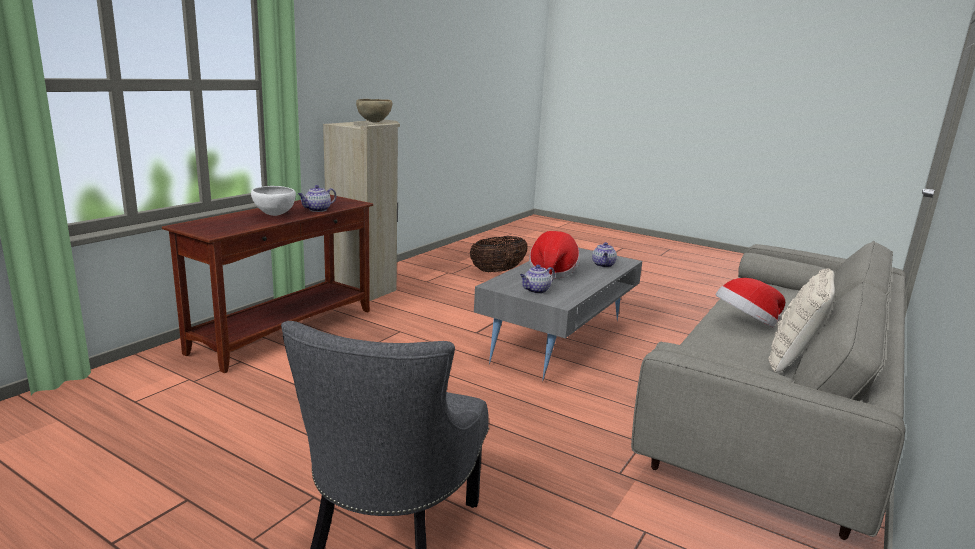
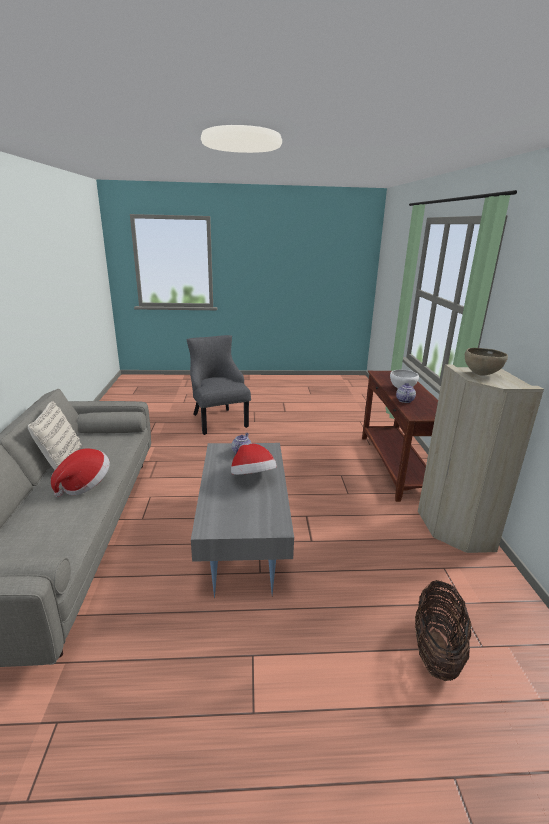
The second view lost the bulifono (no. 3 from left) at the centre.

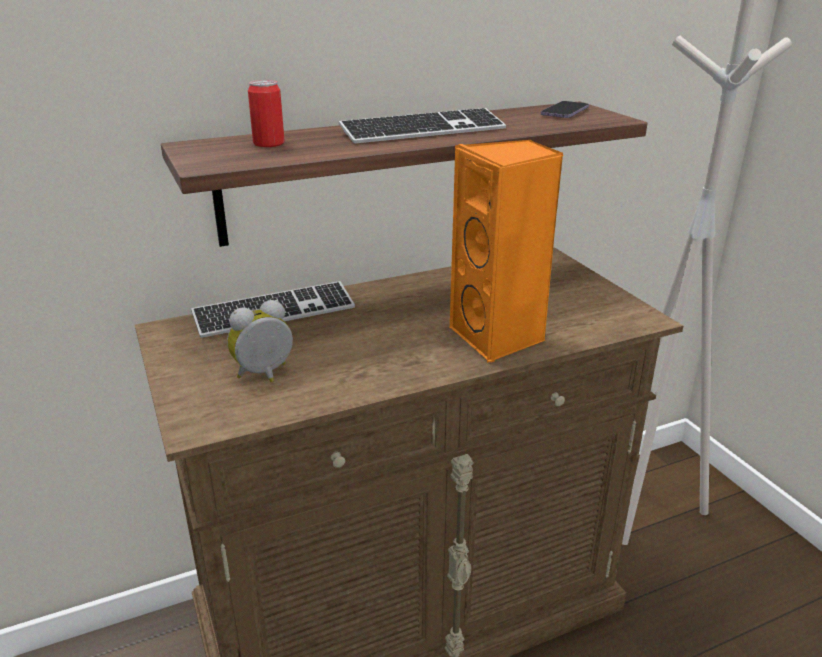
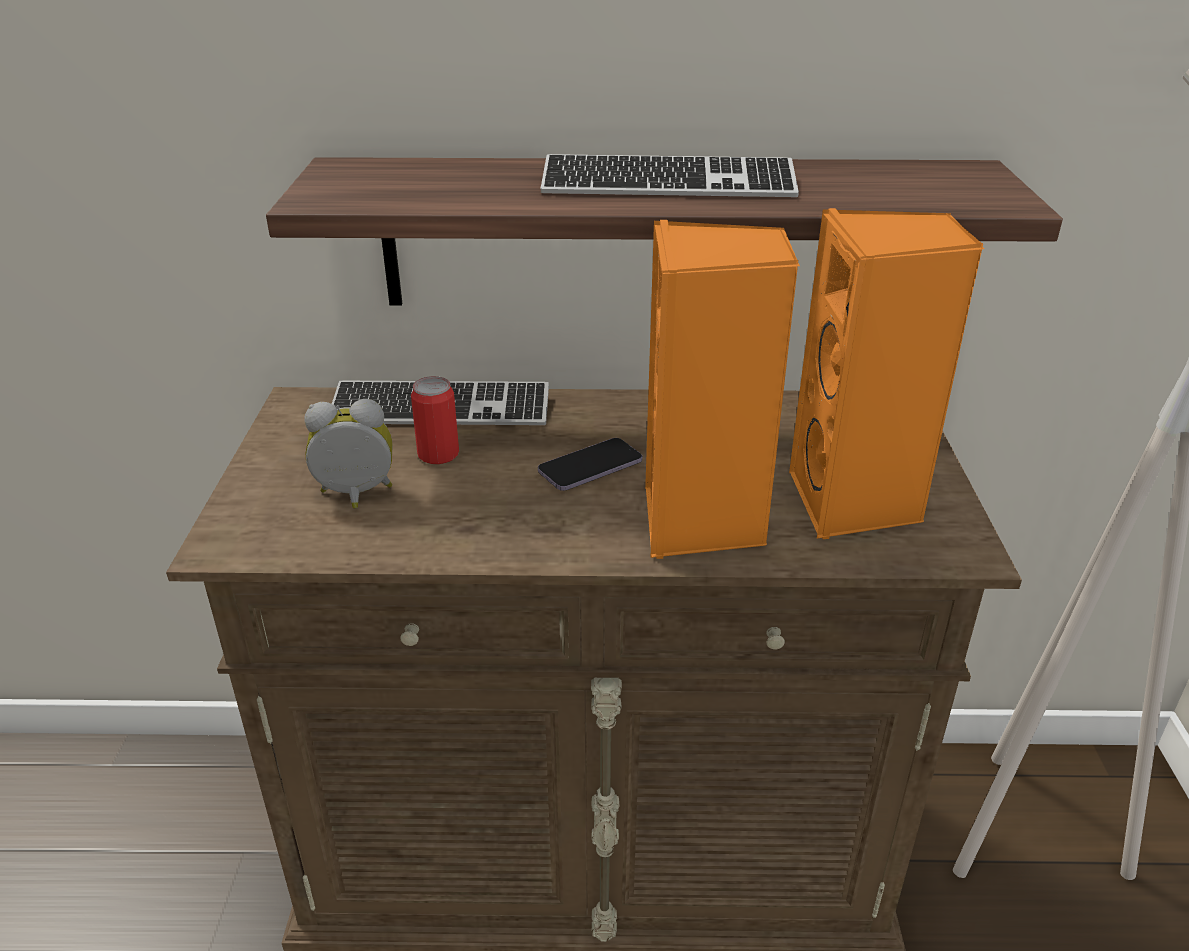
The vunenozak ended up elsewhere, having gone from the top left to the centre. The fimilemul ended up elsewhere, having gone from the top right to the centre. The second view gained the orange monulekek (no. 2 from left) at the middle right.

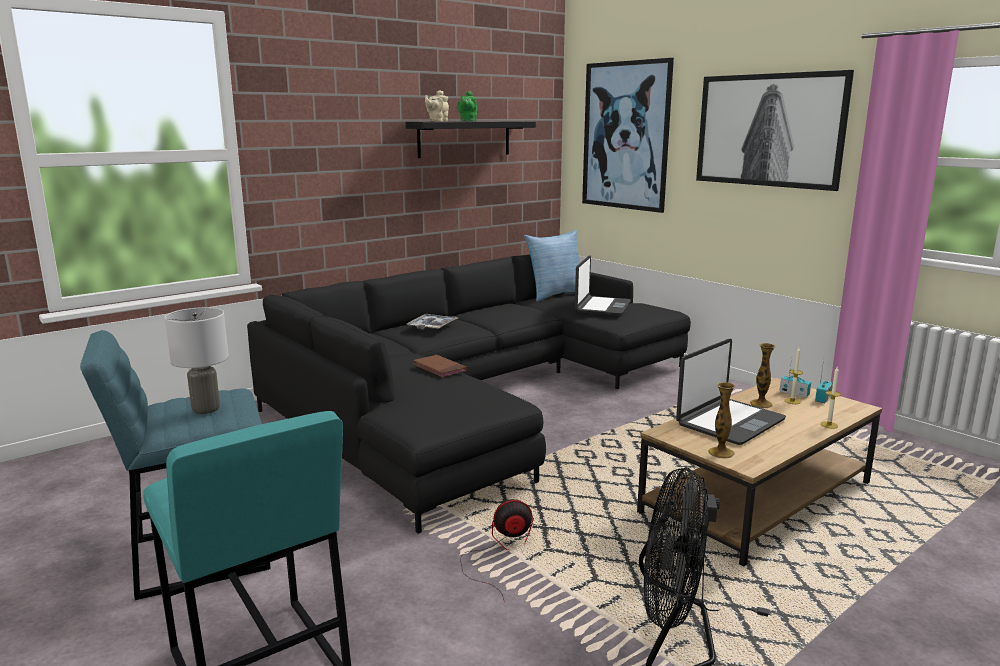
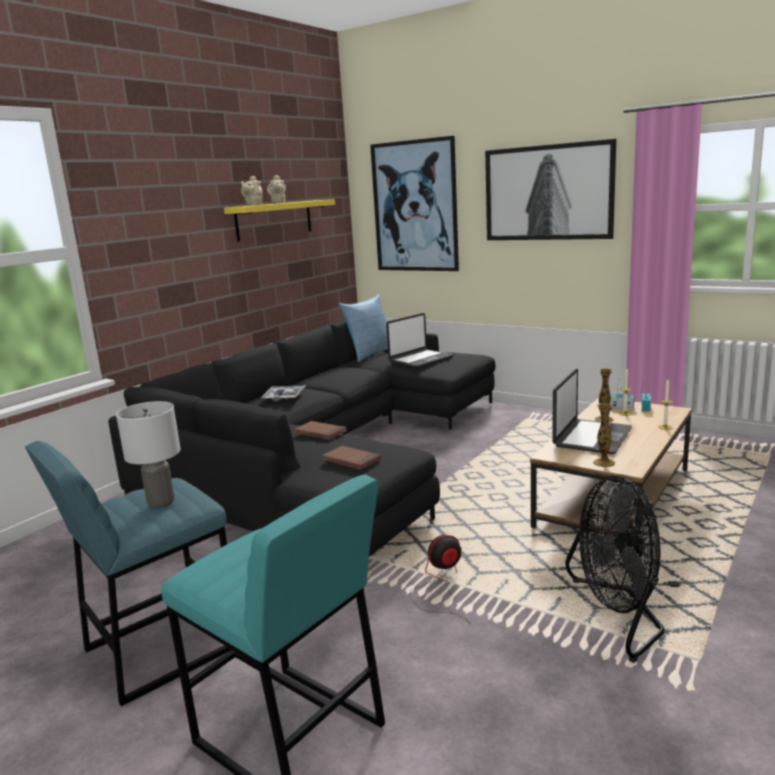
What was the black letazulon at the top centre turned into the yellow letazulon at the top centre. What was the green bulifono at the top centre turned into the beige bulifono (no. 2 from left) at the top centre. The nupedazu (no. 1 from left) at the centre ended up facing another way, 45 degrees clockwise from before. The second view gained the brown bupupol (no. 2 from left) at the centre.

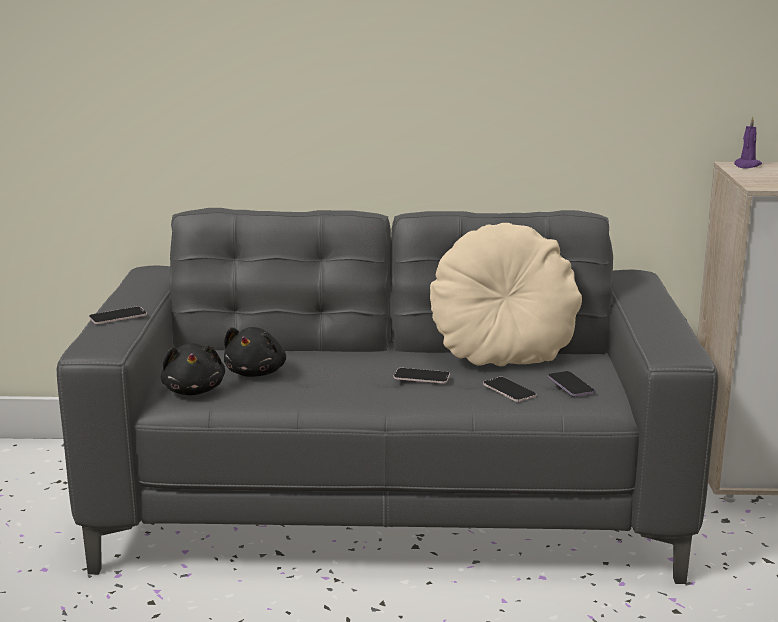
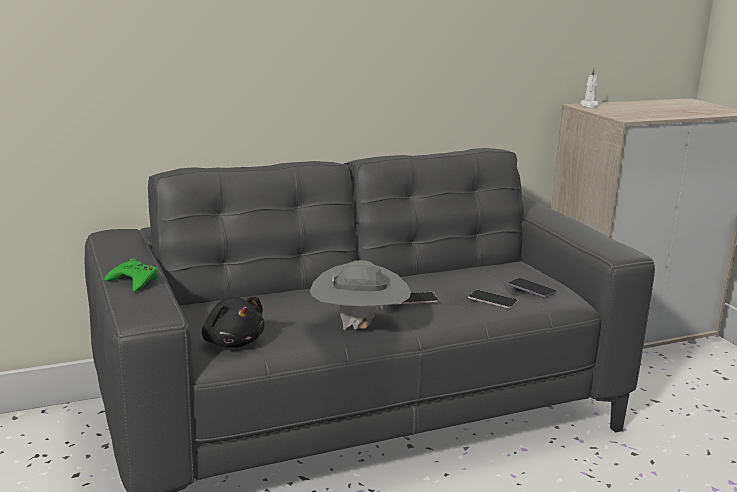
Where the fimilemul (no. 1 from left) stood at the middle left, the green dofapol came to stand at the middle left. The second view lost the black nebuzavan (no. 2 from left) at the middle left. The second view lost the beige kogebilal at the centre. What was the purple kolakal at the top right turned into the white kolakal at the top right. The second view gained the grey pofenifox at the centre.

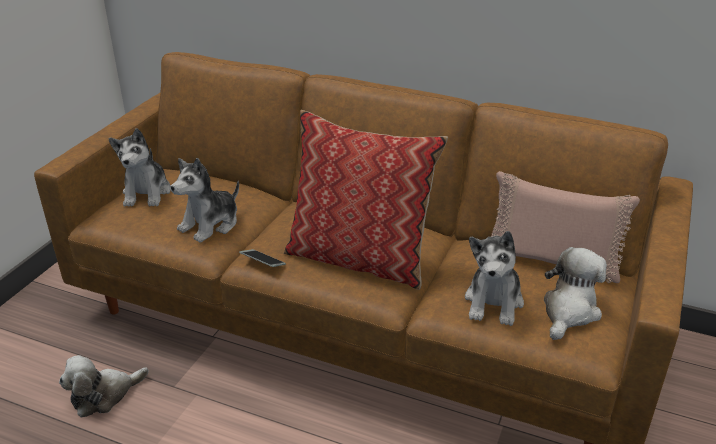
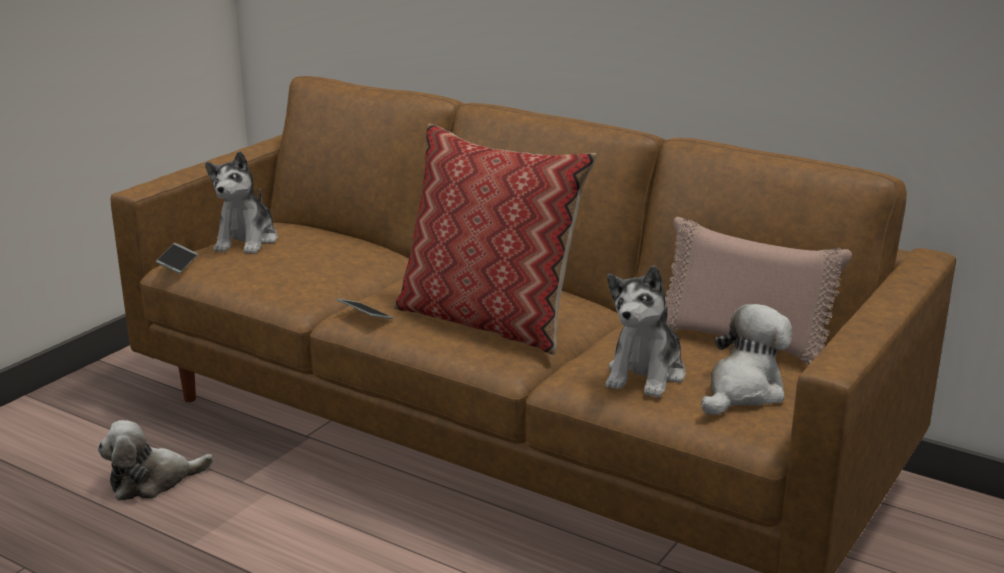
The second view lost the nebuzavan (no. 3 from left) at the middle left. The second view gained the fimilemul (no. 1 from left) at the middle left.

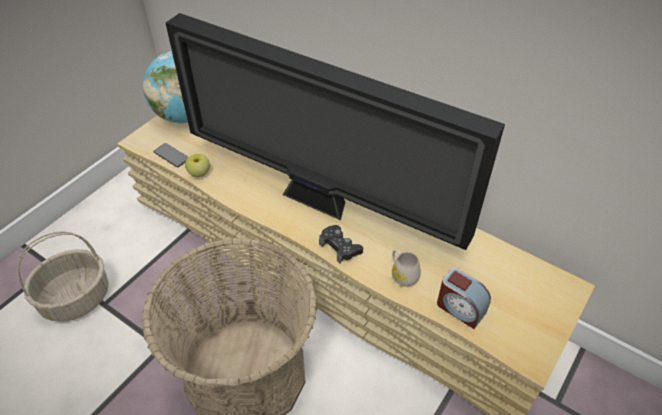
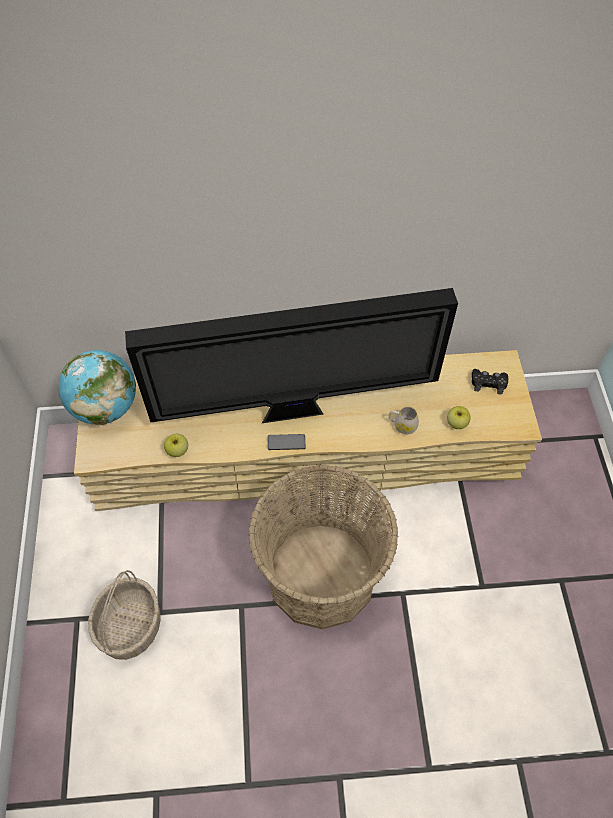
The fimilemul ended up elsewhere, having gone from the middle left to the centre. The black dofapol ended up elsewhere, having gone from the centre to the middle right. Where the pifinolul stood at the bottom right, the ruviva (no. 2 from left) came to stand at the middle right.

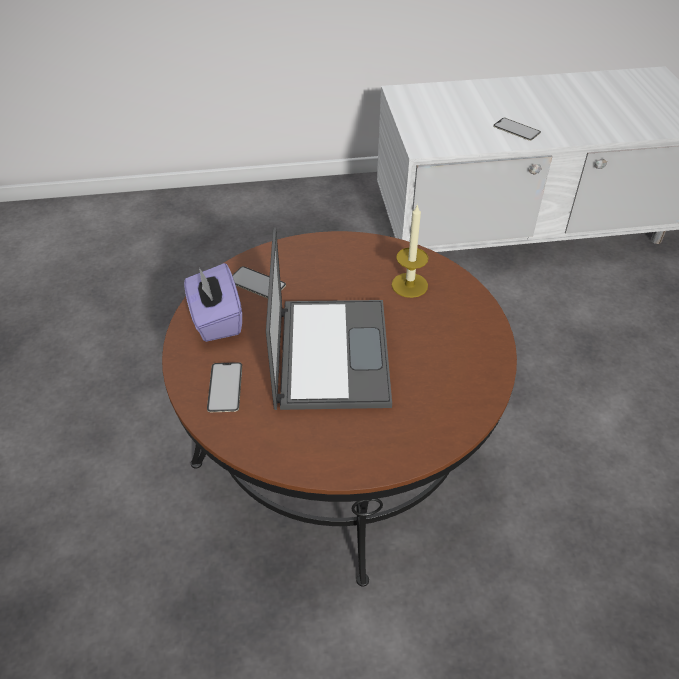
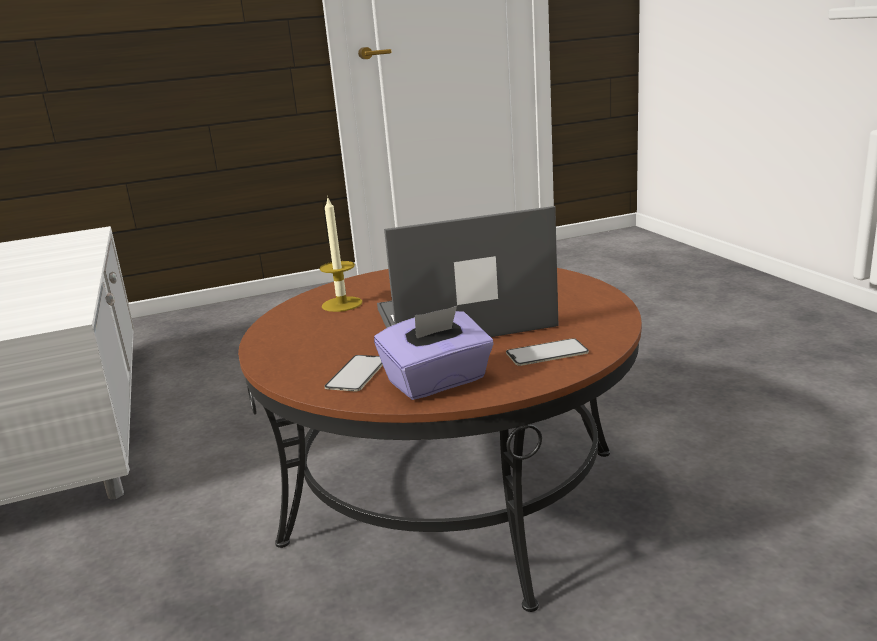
The second view lost the fimilemul (no. 3 from left) at the top right.

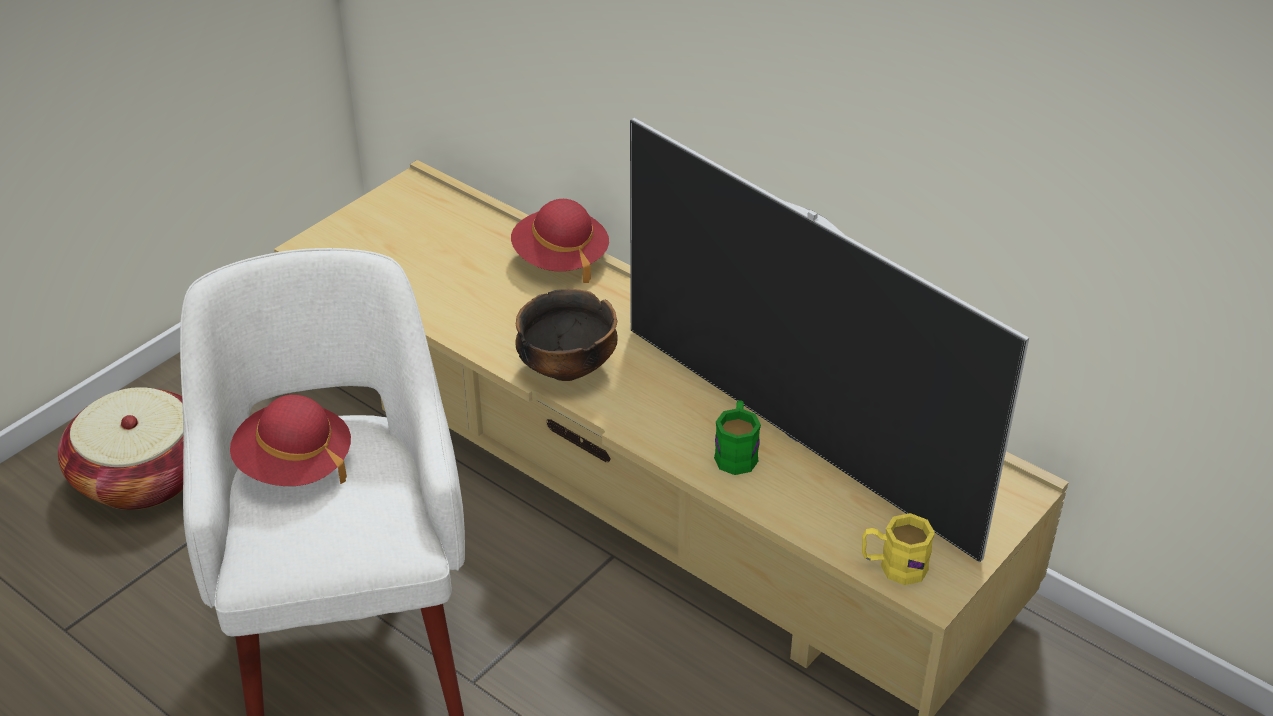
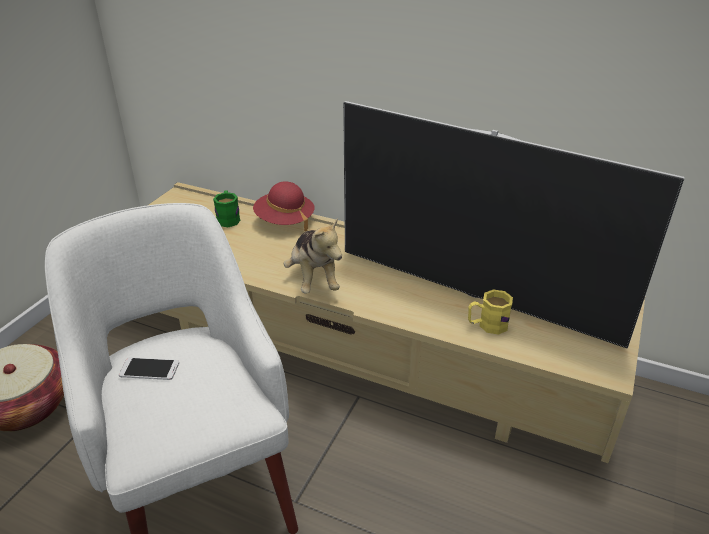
Where the red pofenifox (no. 1 from left) stood at the middle left, the fimilemul came to stand at the bottom left. Where the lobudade stood at the centre, the nebuzavan came to stand at the centre. The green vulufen ended up elsewhere, having gone from the centre to the middle left. The yellow vulufen ended up elsewhere, having gone from the bottom right to the middle right.

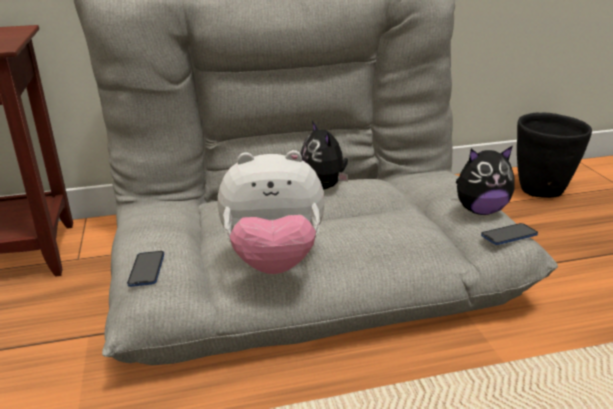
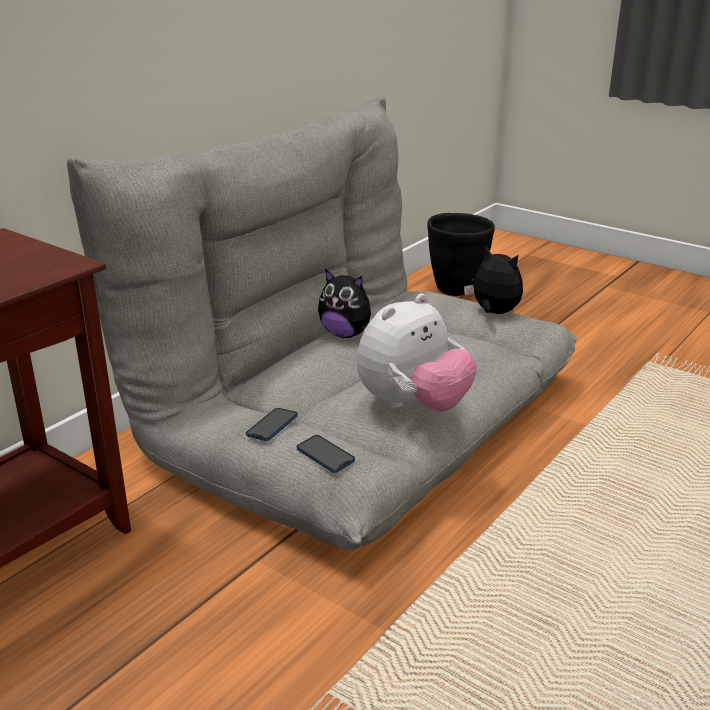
The nebuzavan (no. 3 from left) at the middle right ended up facing another way, 90 degrees counterclockwise from before. The fimilemul (no. 2 from left in the first image) ended up elsewhere, having gone from the middle right to the centre.

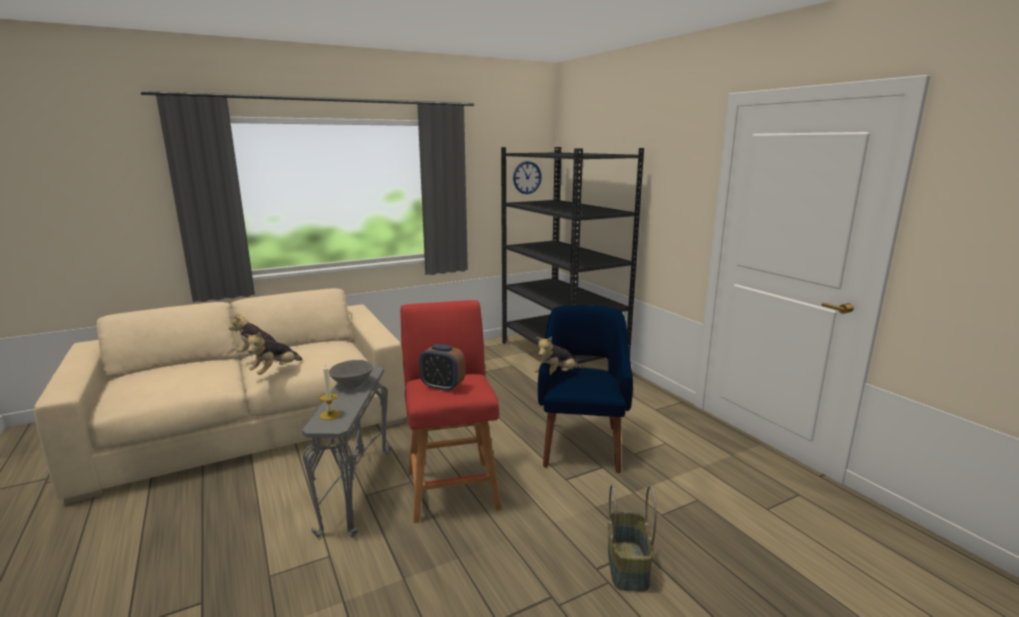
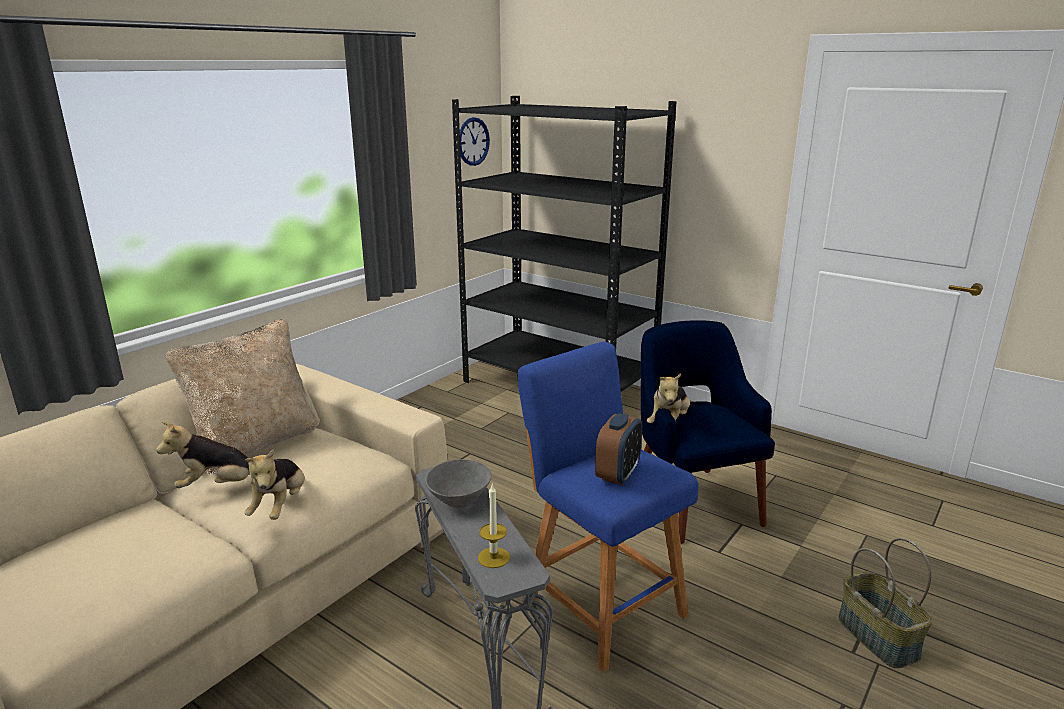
What was the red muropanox at the centre turned into the blue muropanox at the bottom centre. The pifinolul at the centre ended up facing another way, 60 degrees counterclockwise from before. The second view gained the beige kogebilal at the middle left.

